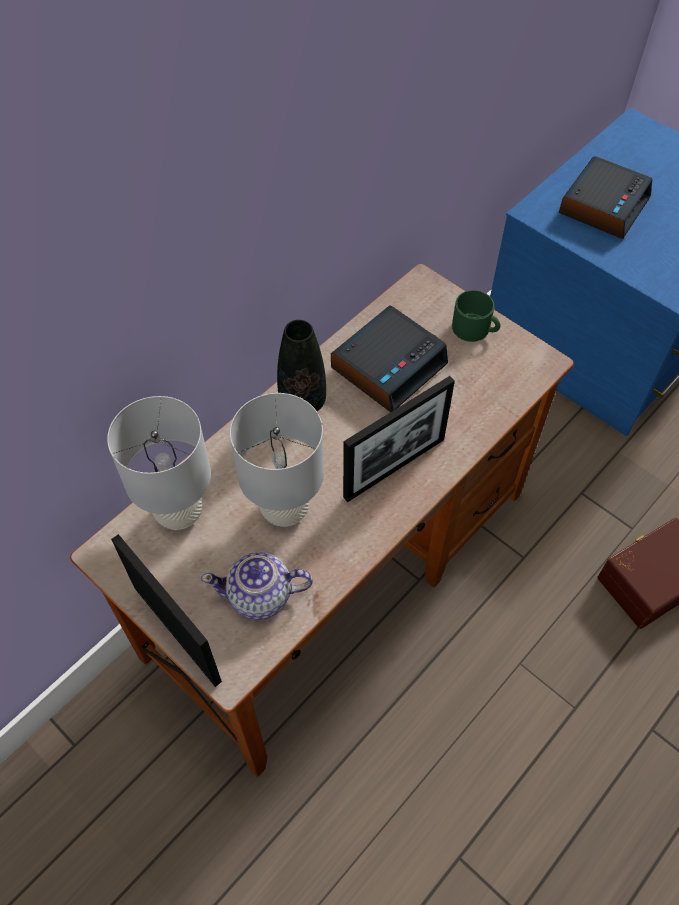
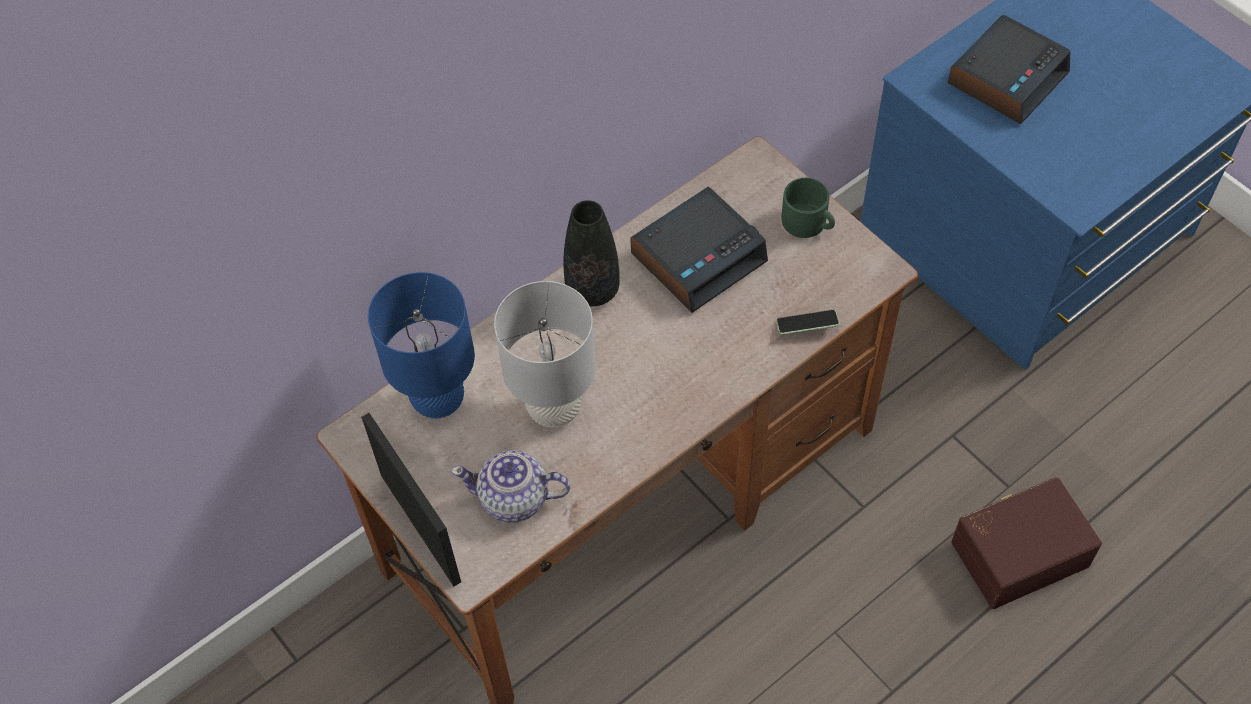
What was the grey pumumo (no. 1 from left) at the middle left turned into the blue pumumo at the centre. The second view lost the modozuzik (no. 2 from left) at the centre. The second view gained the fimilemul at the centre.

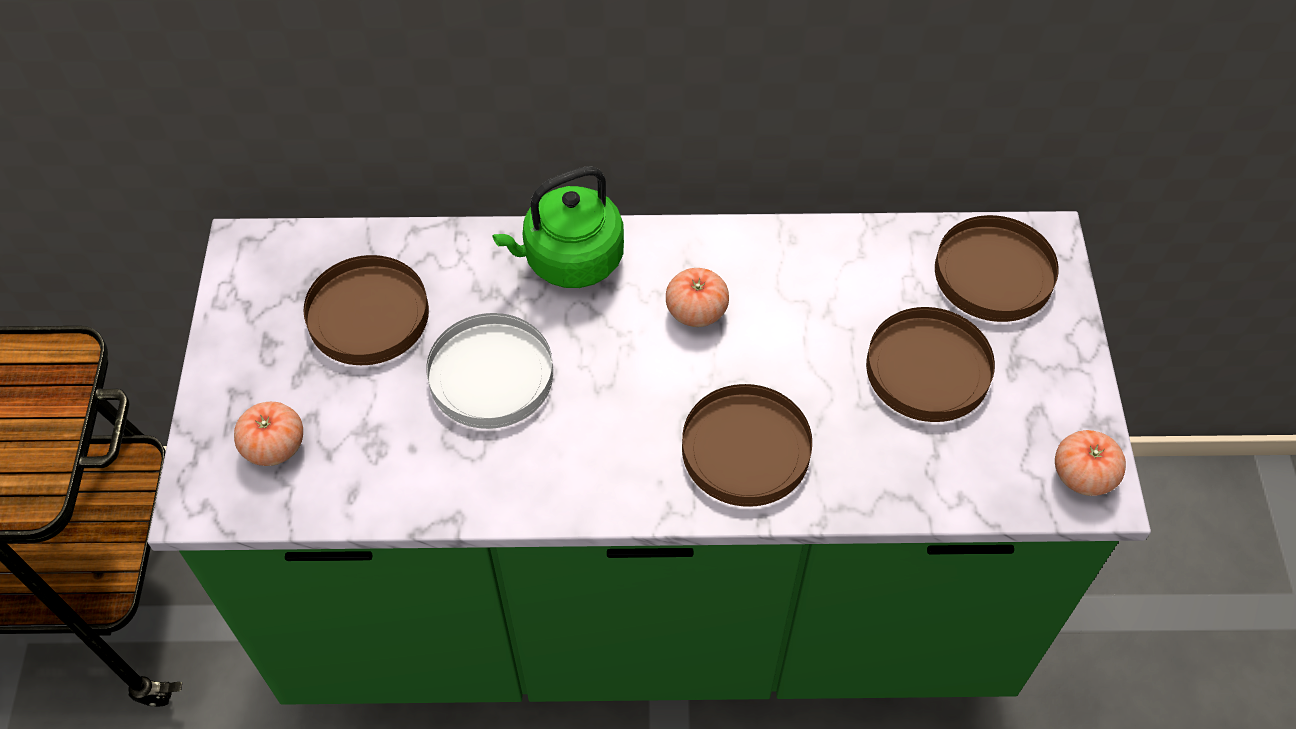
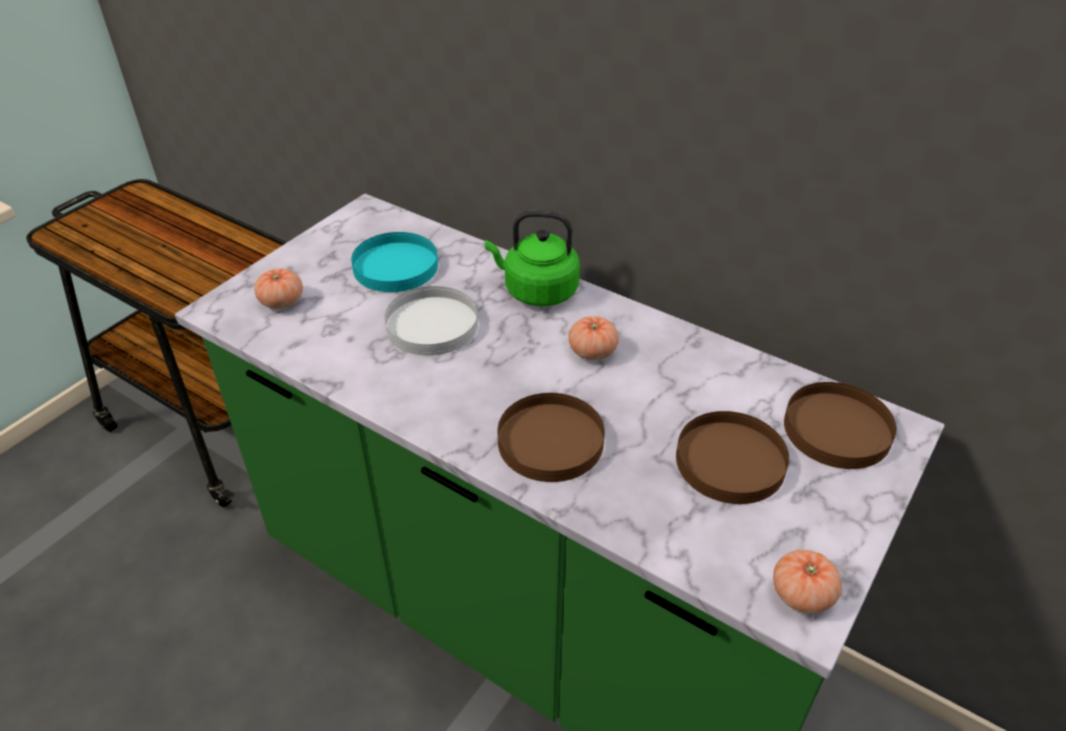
What was the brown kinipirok (no. 1 from left) at the middle left turned into the turquoise kinipirok at the centre.

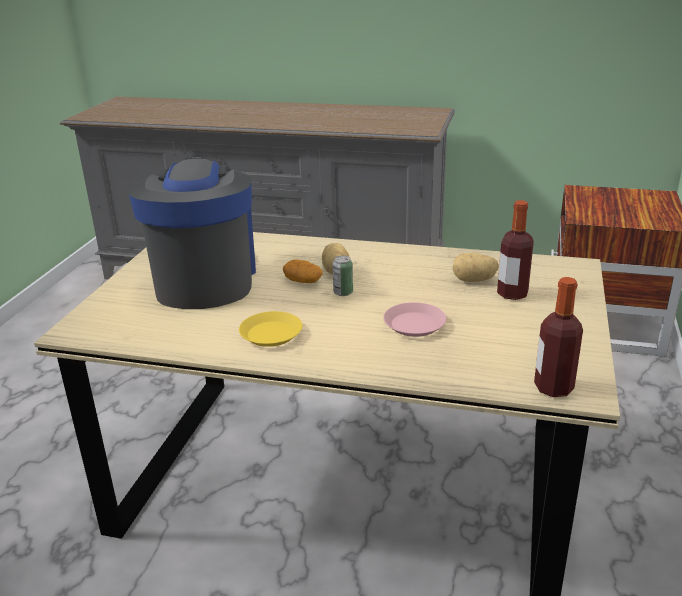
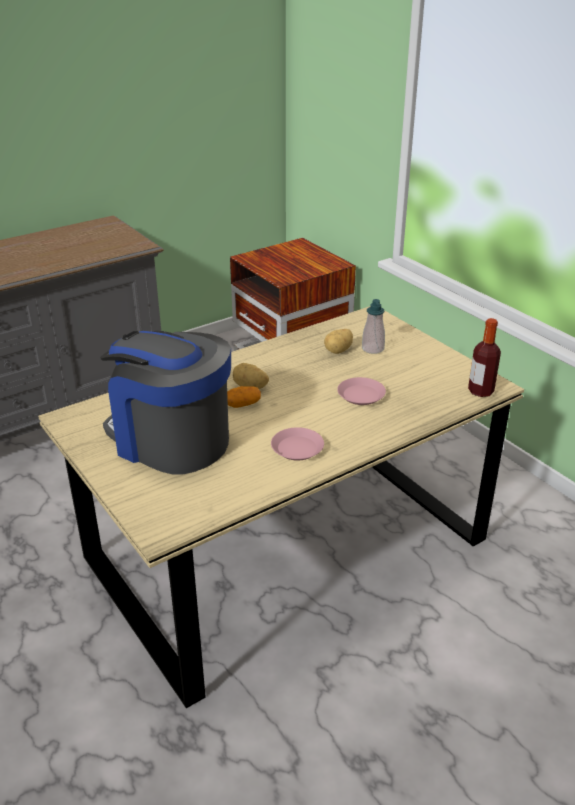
What was the yellow kinipirok at the centre turned into the pink kinipirok (no. 1 from left) at the centre. The second view lost the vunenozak at the centre. Where the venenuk (no. 1 from left) stood at the middle right, the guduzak came to stand at the centre.

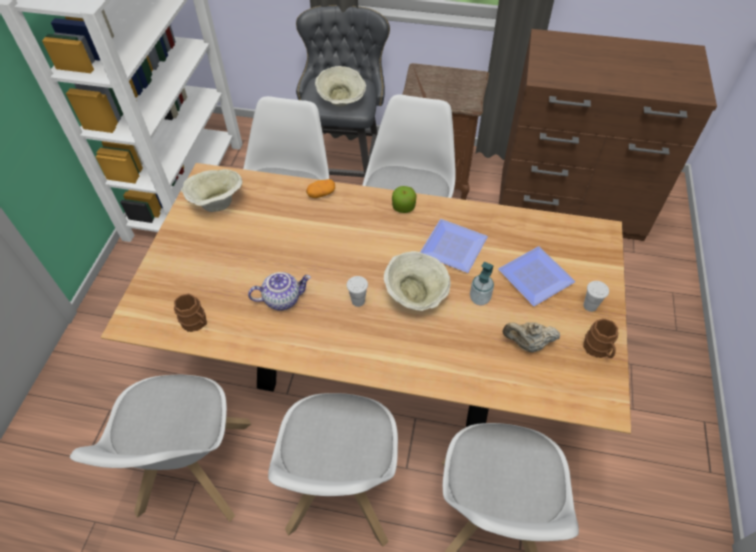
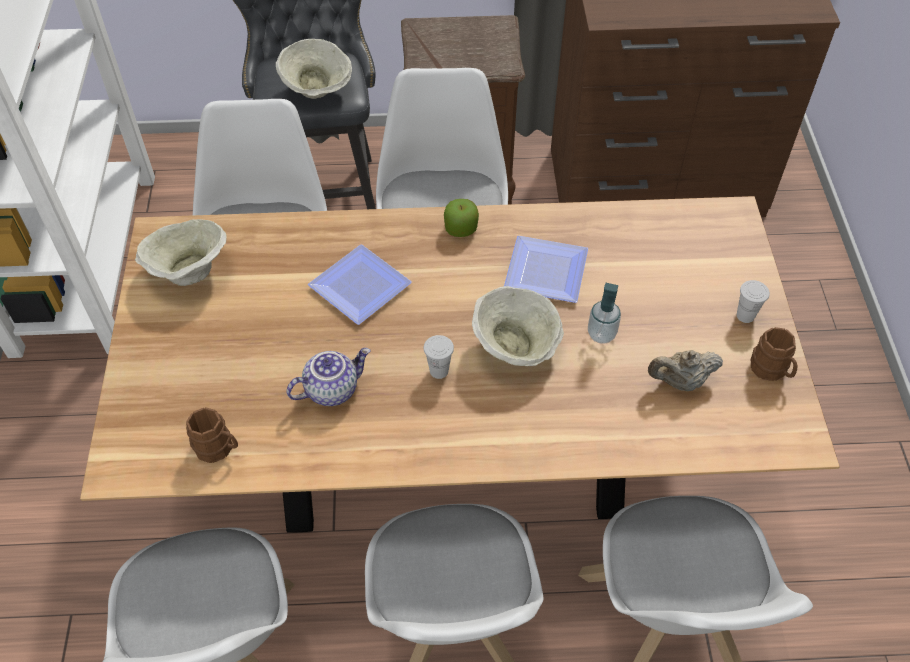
The second view lost the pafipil at the centre. The kinipirok (no. 2 from left in the first image) ended up elsewhere, having gone from the middle right to the centre.

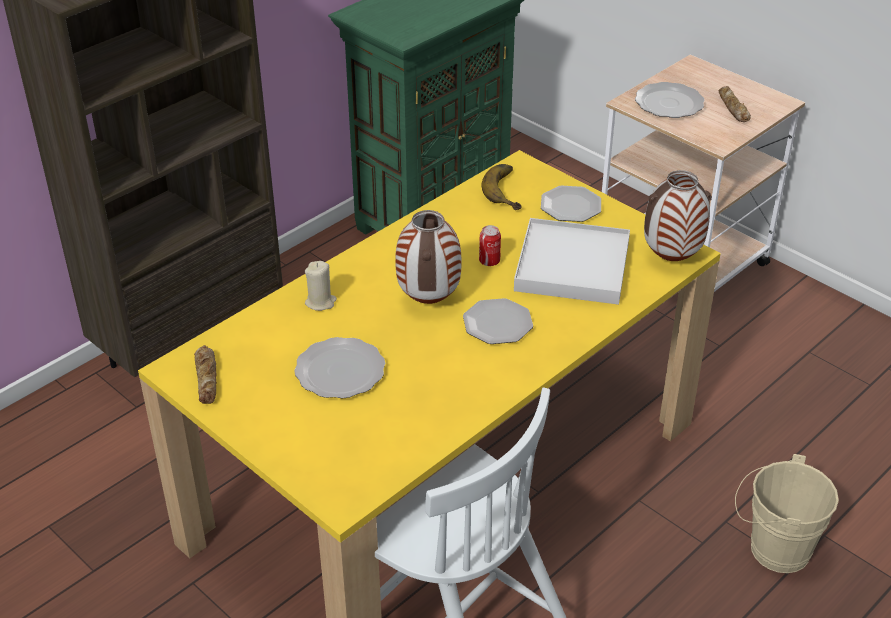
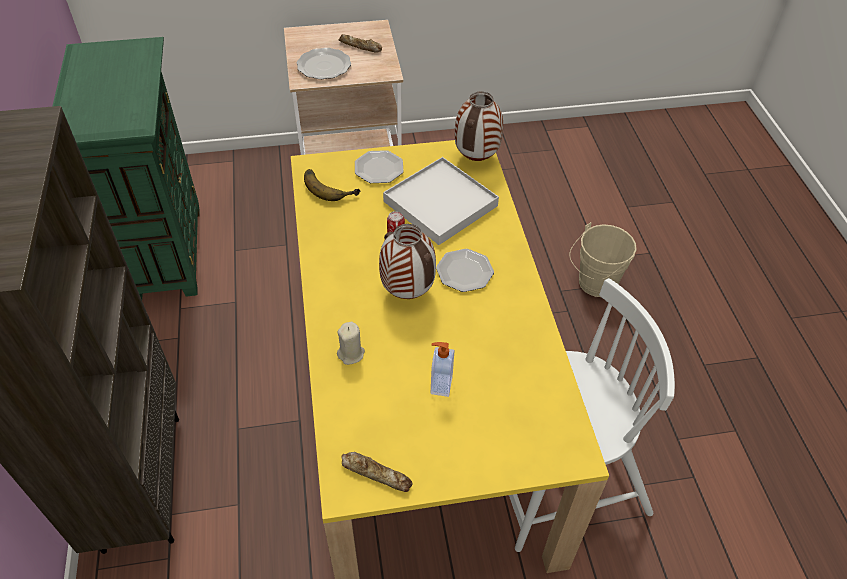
Where the kinipirok (no. 1 from left) stood at the centre, the guduzak came to stand at the centre.

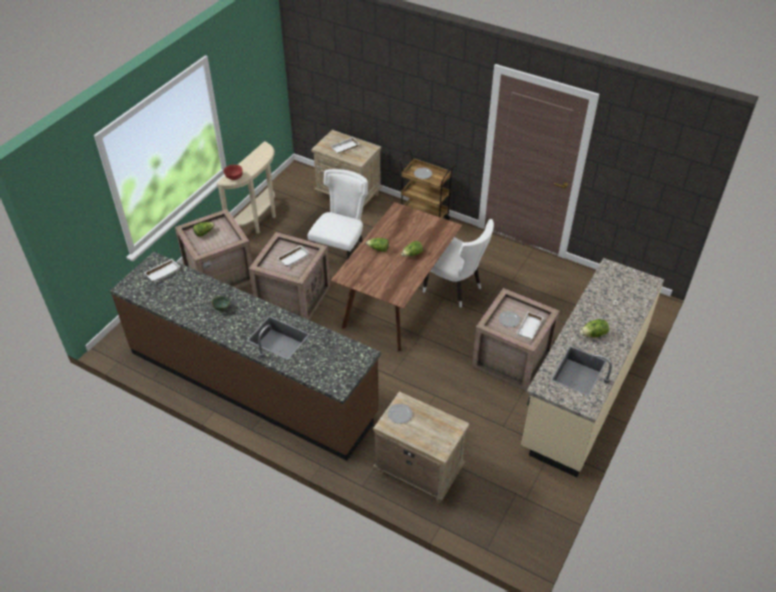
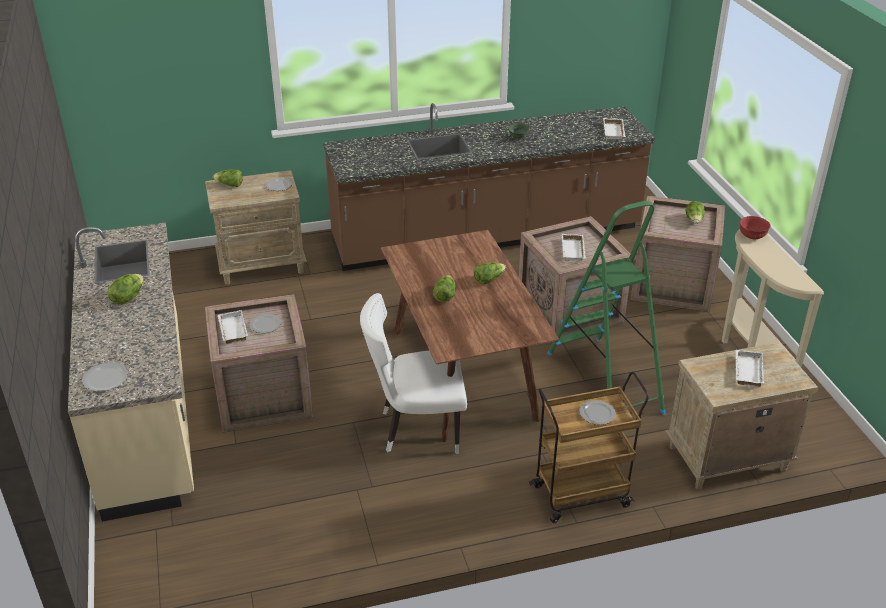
Where the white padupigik (no. 1 from left) stood at the centre, the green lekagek came to stand at the middle right. The second view gained the kinipirok (no. 1 from left) at the middle left. The second view gained the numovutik (no. 2 from left) at the top left.

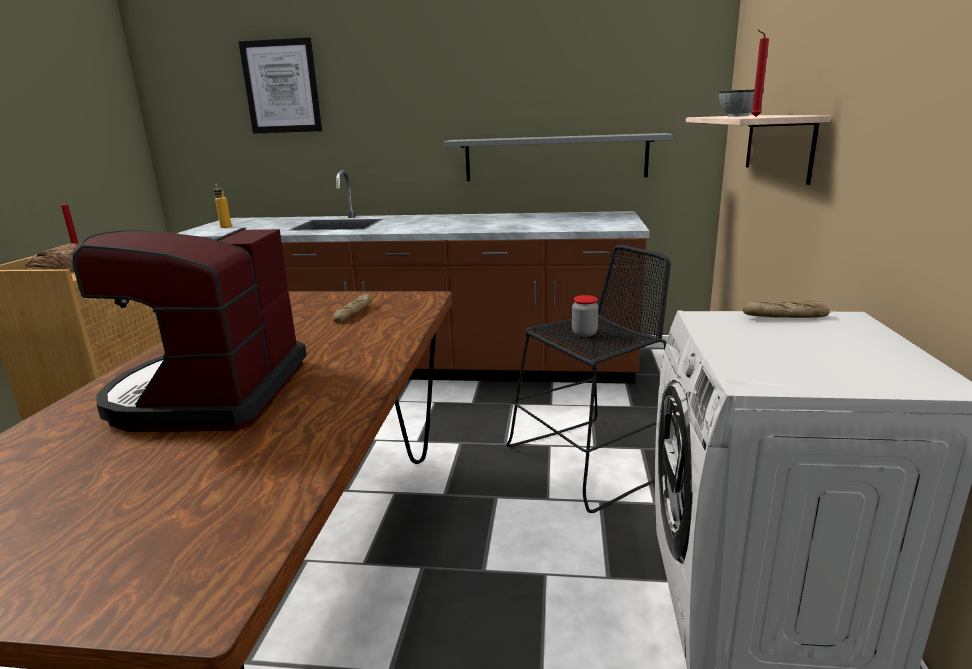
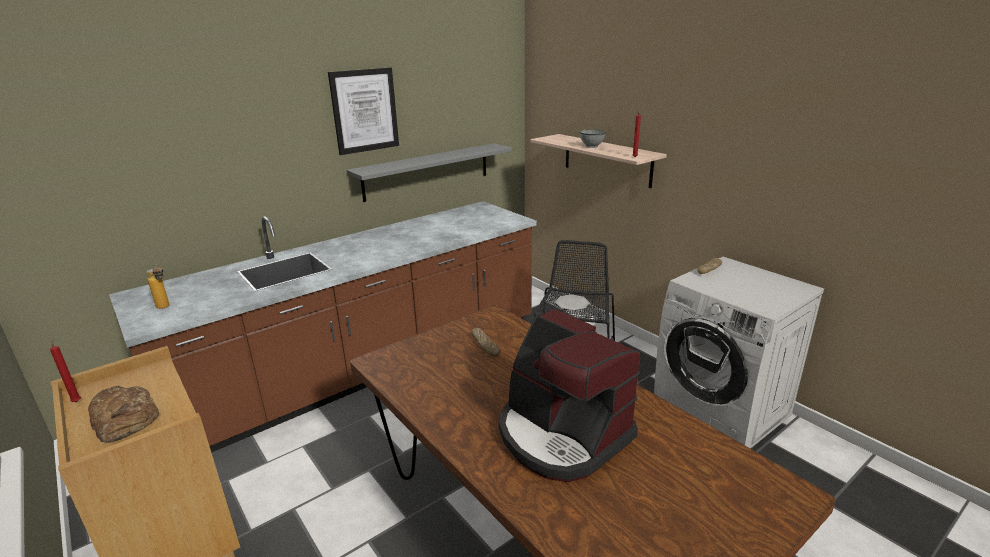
The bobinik ended up elsewhere, having gone from the top left to the top centre. Where the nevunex stood at the centre, the kinipirok came to stand at the centre.

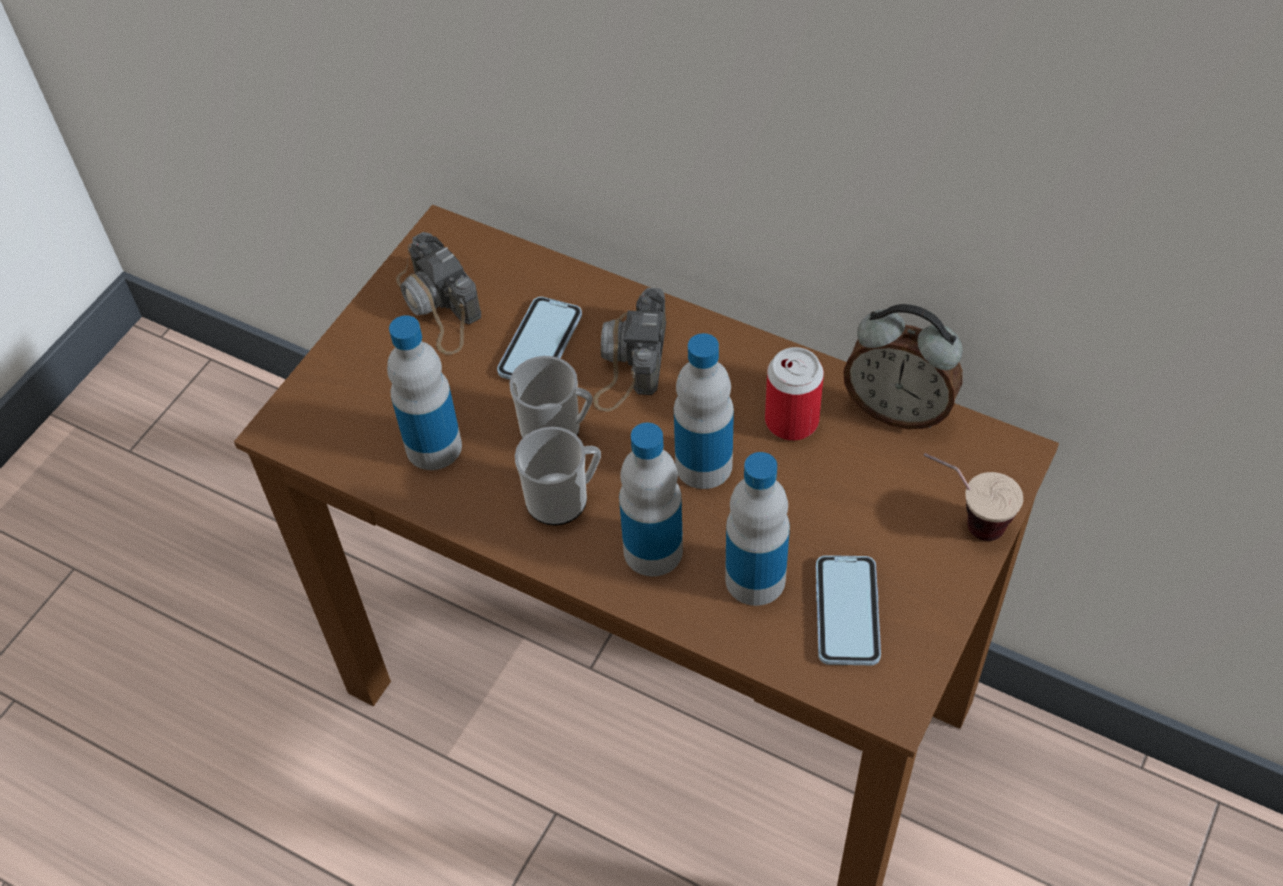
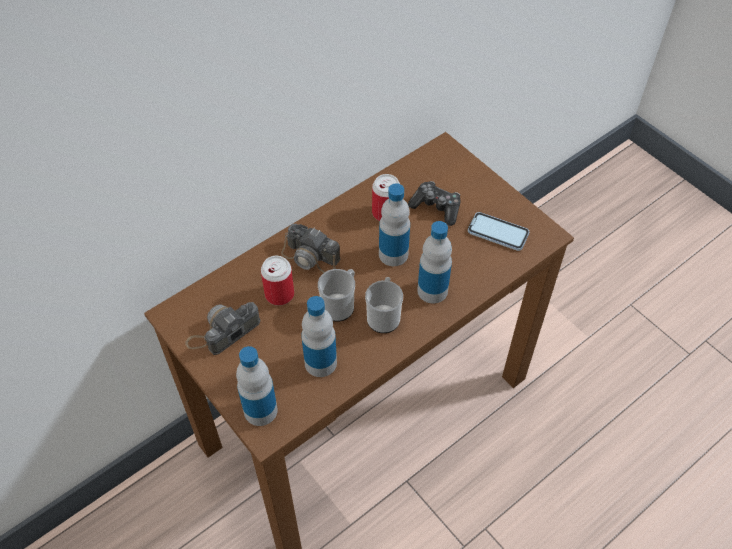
The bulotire (no. 1 from left) at the top centre ended up facing another way, 150 degrees clockwise from before. Where the fimilemul (no. 1 from left) stood at the centre, the vunenozak (no. 1 from left) came to stand at the centre. The venenuk (no. 4 from left in the first image) ended up elsewhere, having gone from the centre to the bottom centre. The second view lost the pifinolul at the middle right. The second view lost the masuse at the middle right. The second view gained the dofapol at the centre.

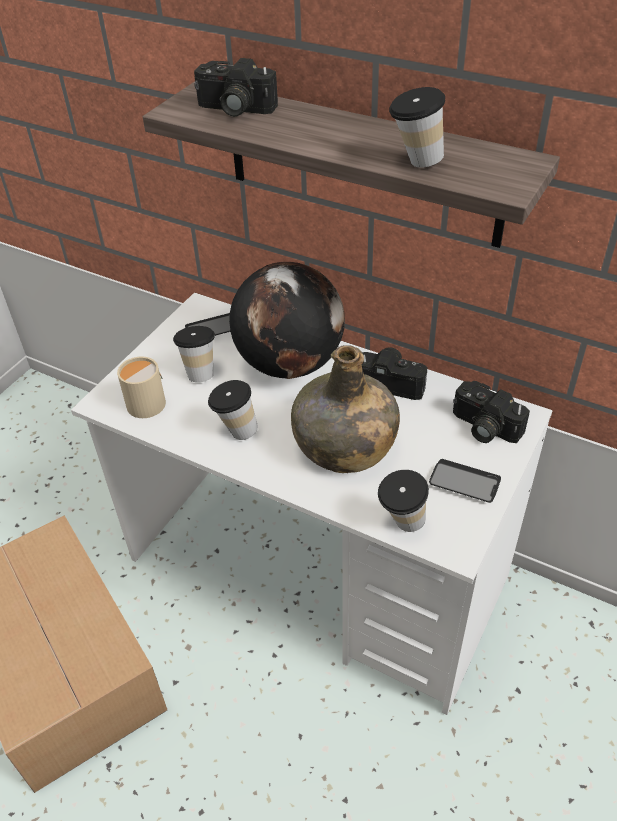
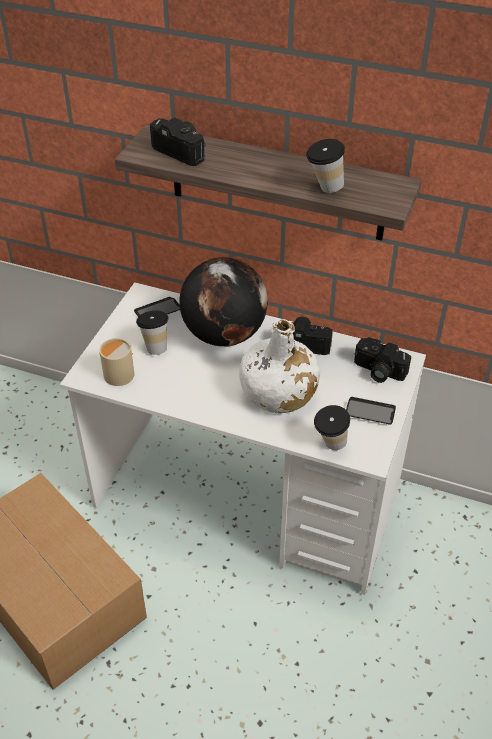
The bulotire (no. 1 from left) at the top centre ended up facing another way, 150 degrees counterclockwise from before. The second view lost the masuse (no. 2 from left) at the centre. What was the green venenuk at the centre turned into the white venenuk at the centre.

